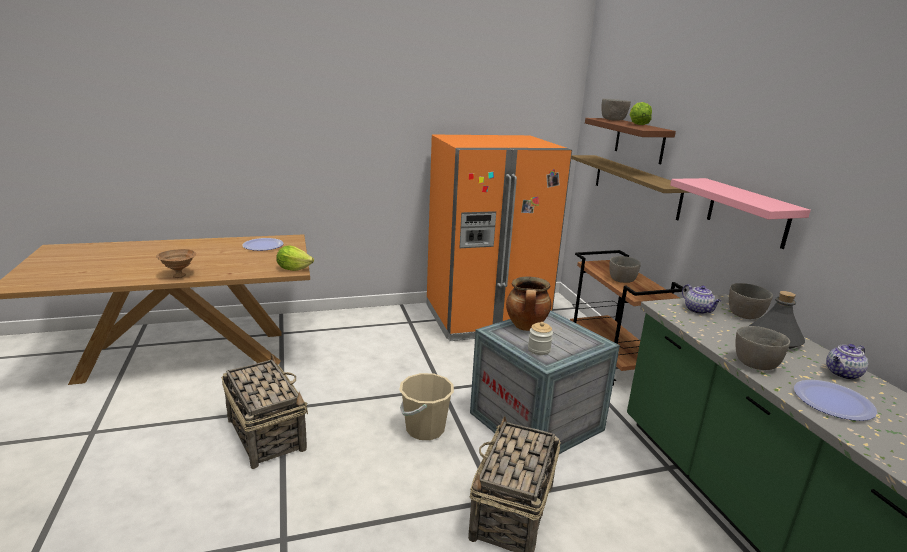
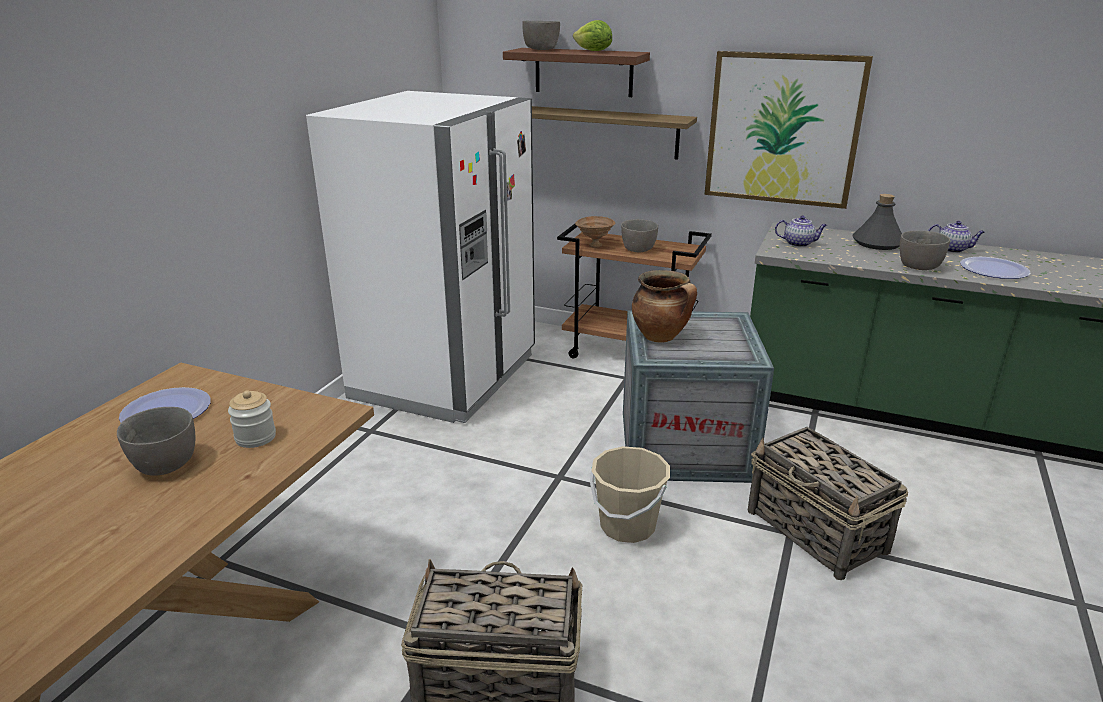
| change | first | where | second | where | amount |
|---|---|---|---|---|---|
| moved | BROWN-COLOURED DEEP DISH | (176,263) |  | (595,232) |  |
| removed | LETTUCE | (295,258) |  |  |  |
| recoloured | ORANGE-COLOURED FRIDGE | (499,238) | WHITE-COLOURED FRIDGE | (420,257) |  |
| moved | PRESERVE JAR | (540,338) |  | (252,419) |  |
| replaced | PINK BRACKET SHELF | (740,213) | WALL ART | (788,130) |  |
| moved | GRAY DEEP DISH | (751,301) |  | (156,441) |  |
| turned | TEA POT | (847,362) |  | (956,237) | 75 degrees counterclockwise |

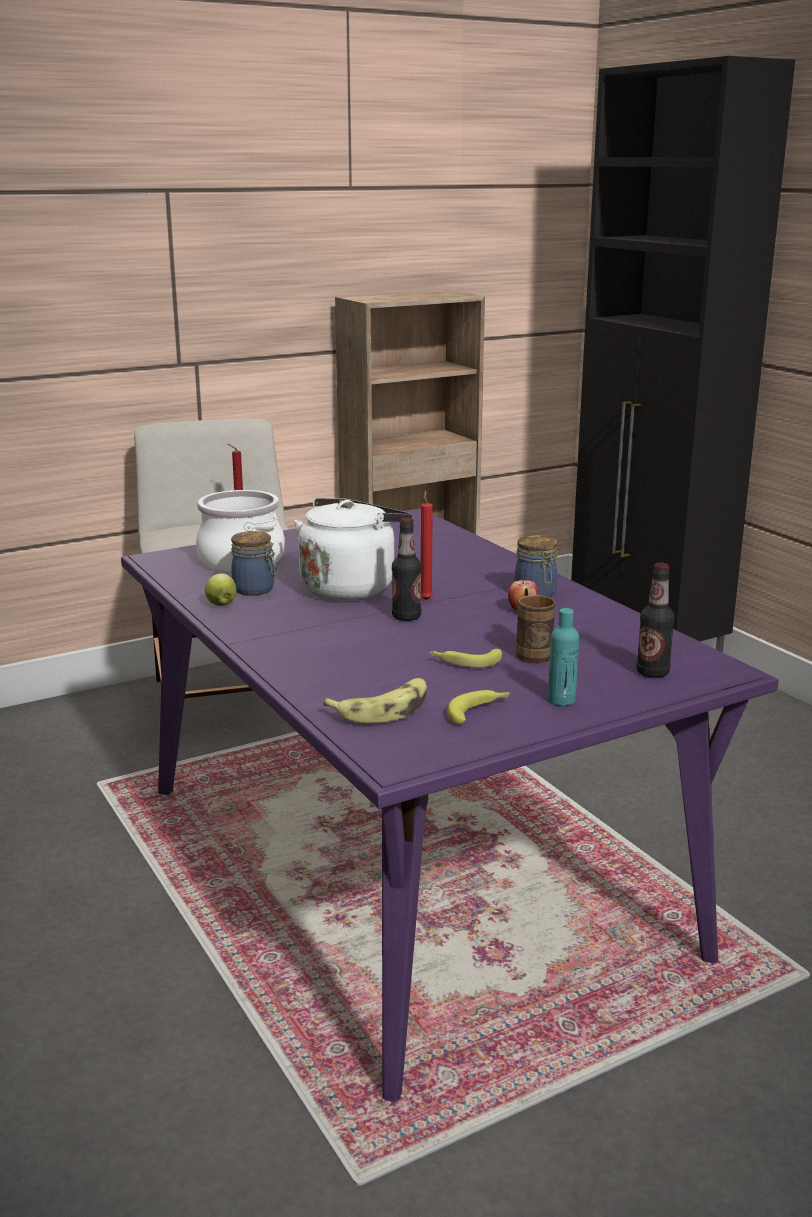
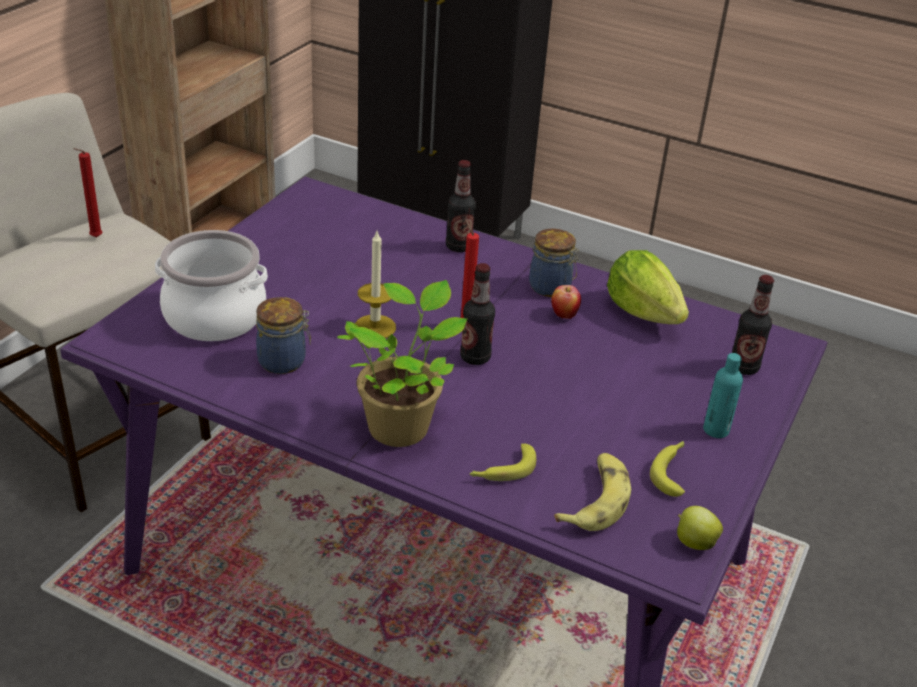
| change | first | where | second | where | amount |
|---|---|---|---|---|---|
| moved | APPLE FRUIT | (221,589) |  | (700,528) |  |
| replaced | WHITE-COLOURED WATER KETTLE | (353,549) | WAX LIGHT | (375,284) |  |
| moved | BANANA FRUIT | (466,658) |  | (502,462) |  |
| removed | BROWN-COLOURED TEA MUG | (536,625) |  |  |  |
| added |  |  | PLANT IN A POT | (402,363) |  |
| added |  |  | DRINK BOTTLE | (461,206) |  |
| added |  |  | LETTUCE | (648,287) |  |

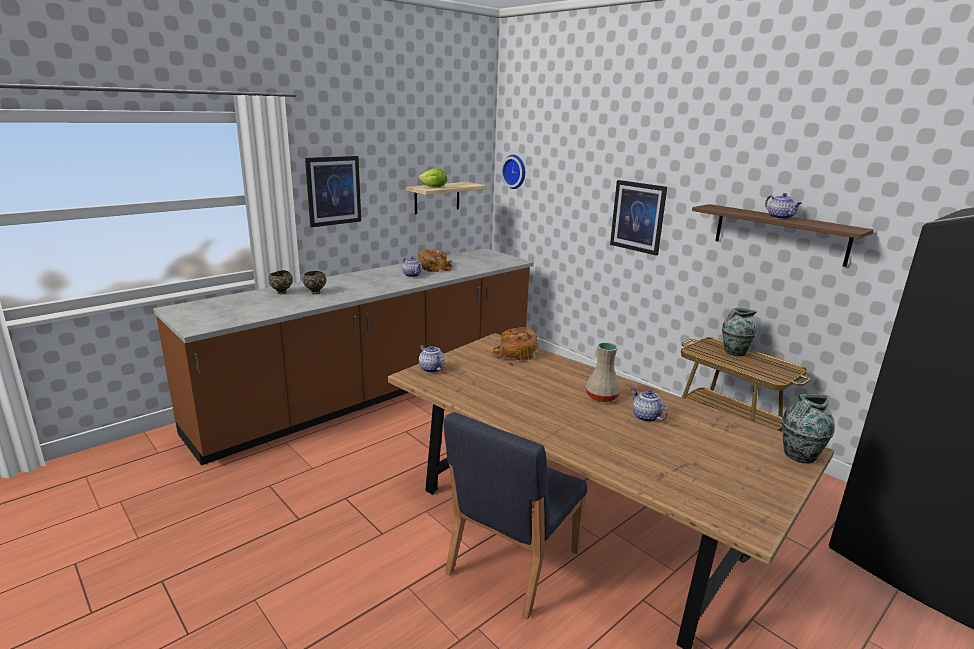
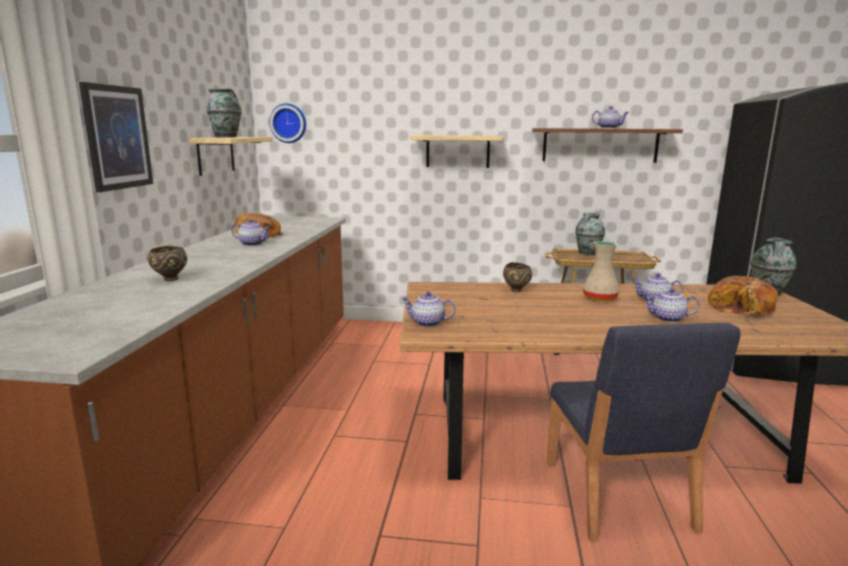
| change | first | where | second | where | amount |
|---|---|---|---|---|---|
| moved | BROWN-COLOURED DEEP DISH | (280,282) |  | (517,277) |  |
| replaced | LETTUCE | (433,177) | FLOWER VASE | (224,113) |  |
| moved | BAKERY BREAD | (514,344) |  | (743,296) |  |
| replaced | WALL ART | (638,218) | BRACKET SHELF | (456,151) |  |
| added |  |  | TEA POT | (671,305) |  |

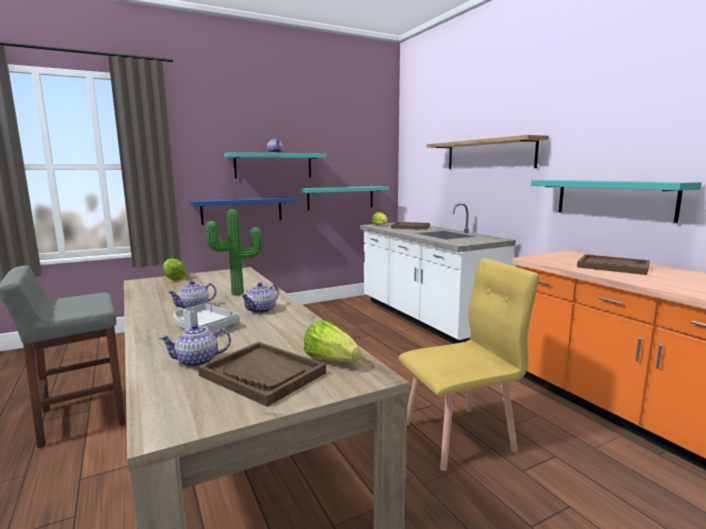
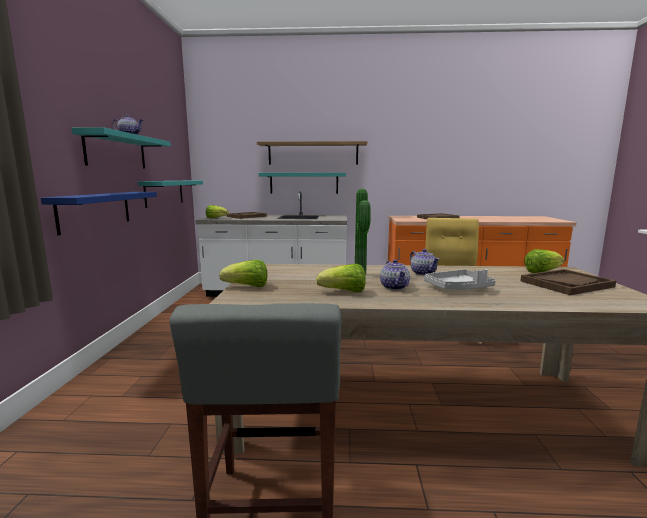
| change | first | where | second | where | amount |
|---|---|---|---|---|---|
| removed | TEA POT | (195,345) |  |  |  |
| moved | TURQUOISE-COLOURED BRACKET SHELF | (616,201) |  | (302,183) |  |
| added |  |  | LETTUCE | (341,278) |  |

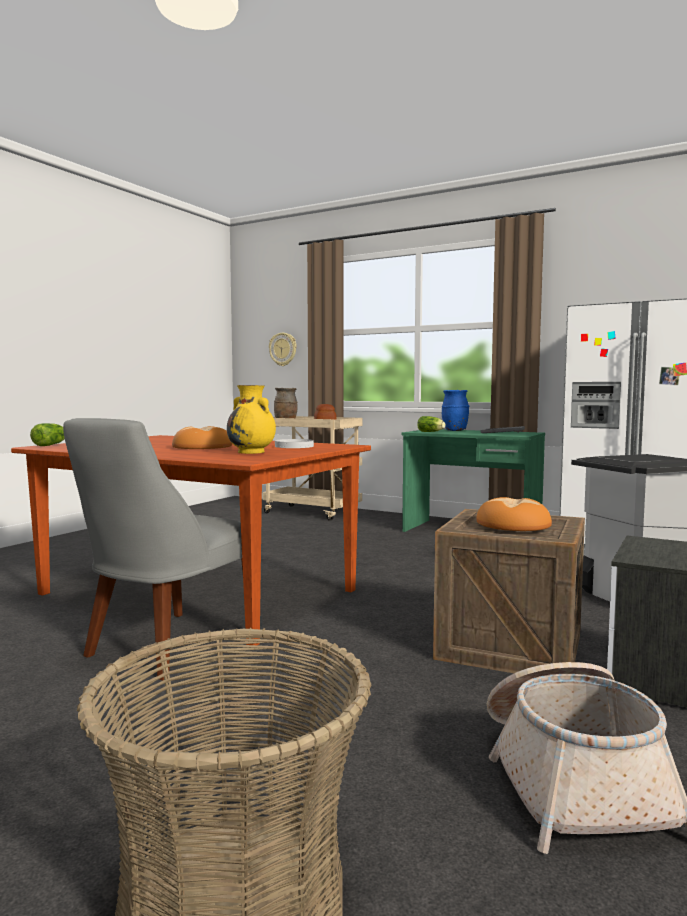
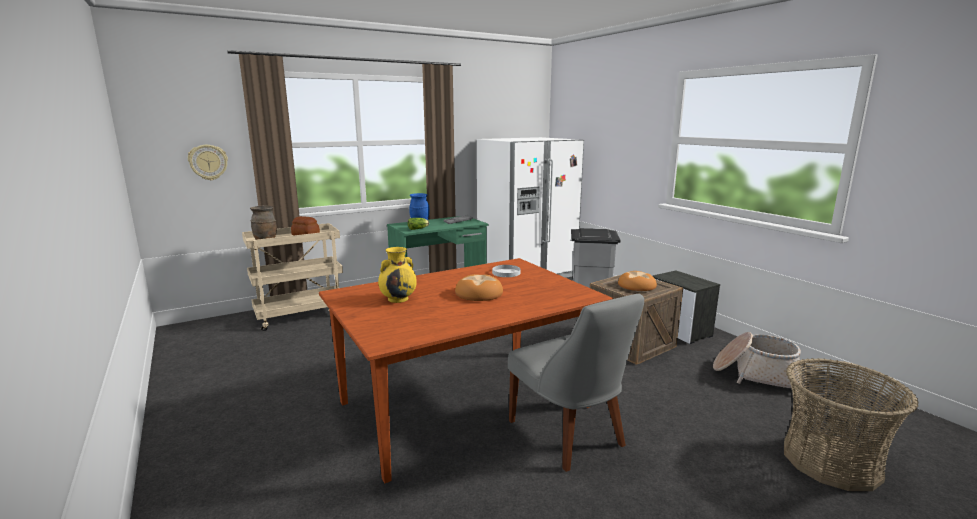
| change | first | where | second | where | amount |
|---|---|---|---|---|---|
| removed | LETTUCE | (47,434) |  |  |  |
| moved | YELLOW FLOWER VASE | (251,419) |  | (397,275) |  |

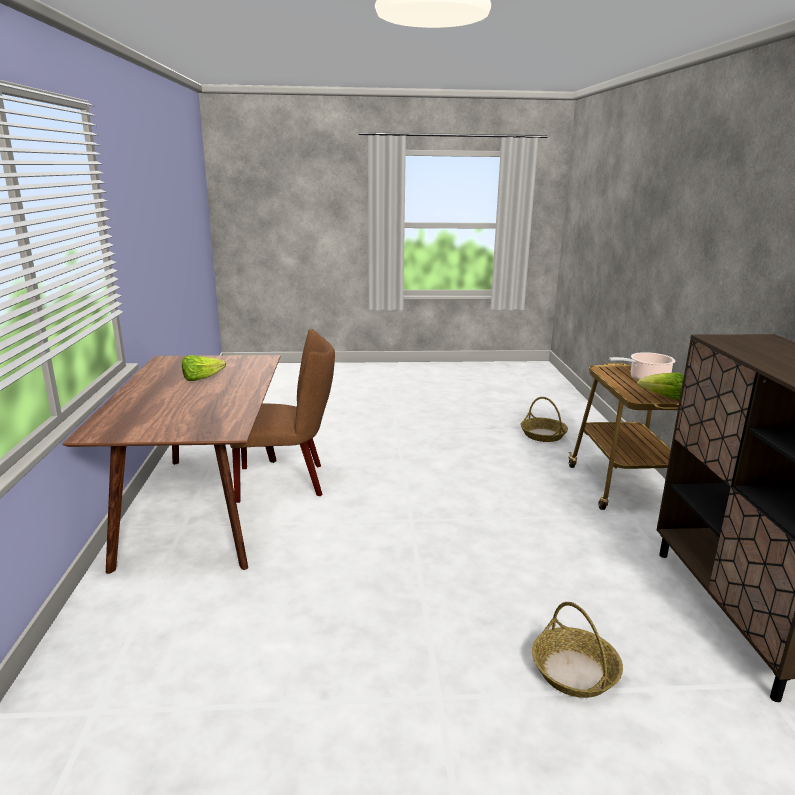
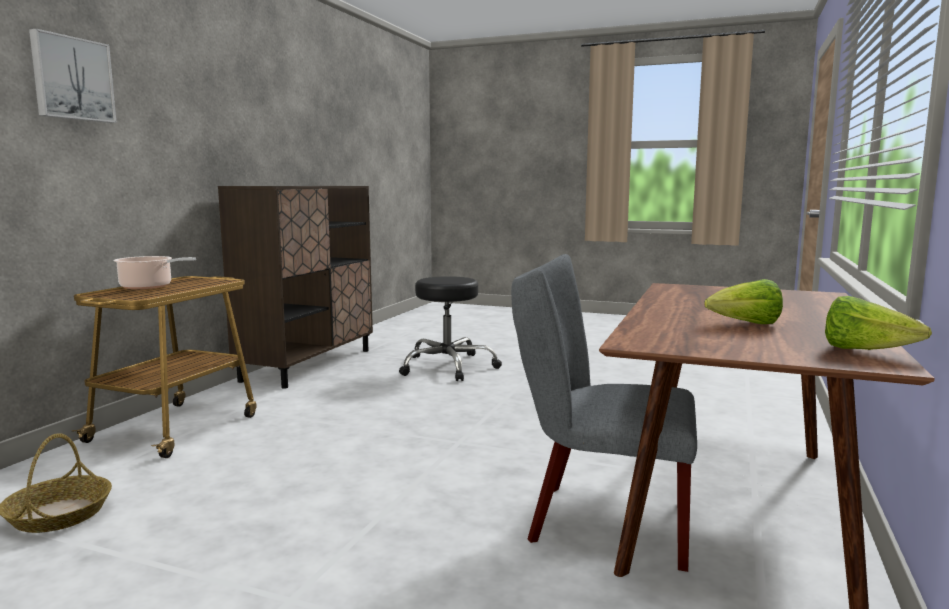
| change | first | where | second | where | amount |
|---|---|---|---|---|---|
| recoloured | BROWN-COLOURED CHAIR | (282,416) | GRAY CHAIR | (604,413) |  |
| replaced | HOUSEHOLD BASKET | (577,650) | BLACK STOOL | (450,328) |  |
| moved | LETTUCE | (660,386) |  | (878,323) |  |
| added |  |  | WALL ART | (73,76) |  |

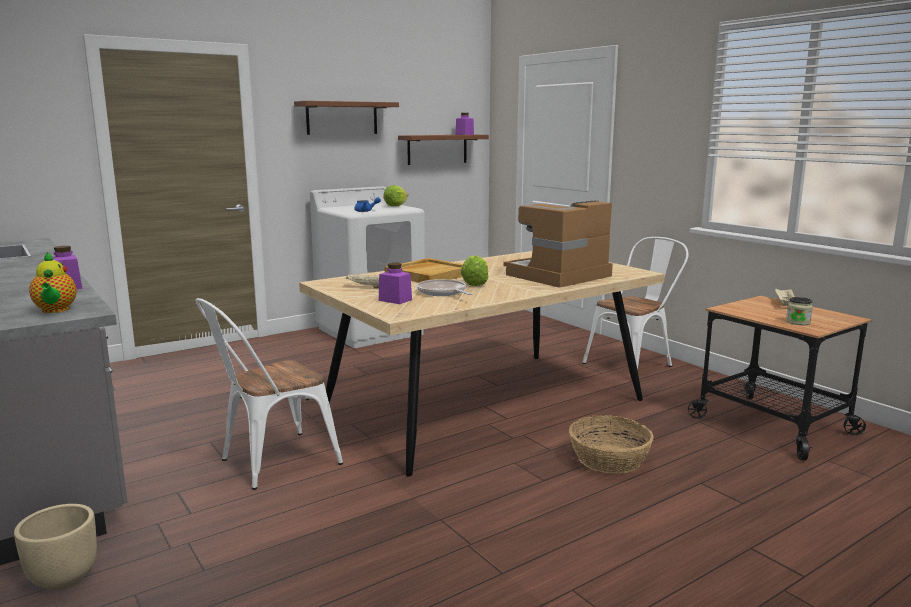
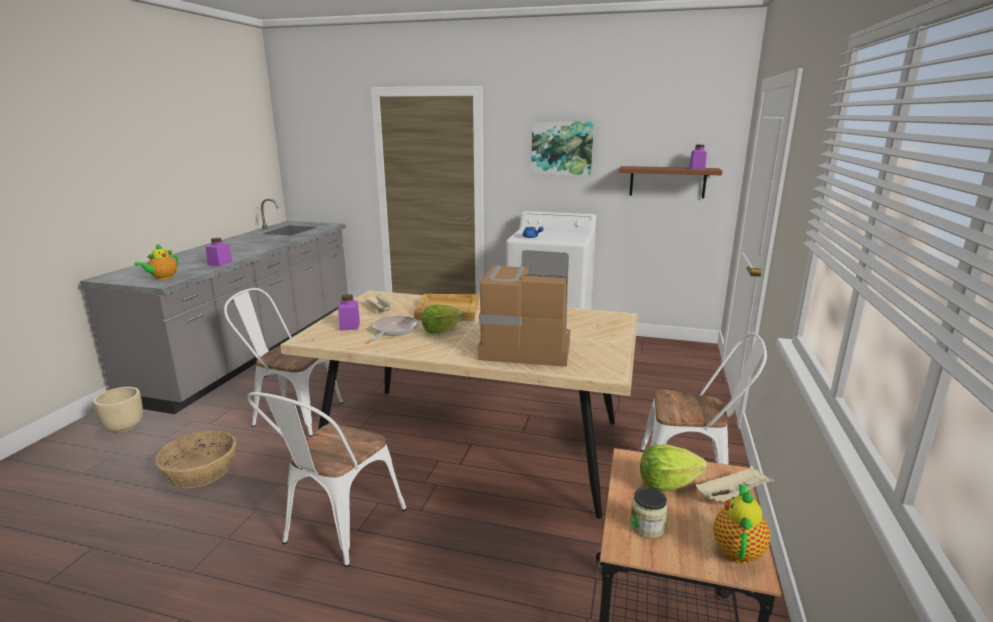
| change | first | where | second | where | amount |
|---|---|---|---|---|---|
| replaced | BROWN-COLOURED BRACKET SHELF | (346,118) | WALL ART | (562,148) |  |
| moved | LETTUCE | (395,195) |  | (673,468) |  |
| moved | HOUSEHOLD BASKET | (611,444) |  | (195,459) |  |
| added |  |  | WHITE-COLOURED CHAIR | (326,479) |  |
| added |  |  | TEA POT | (741,524) |  |

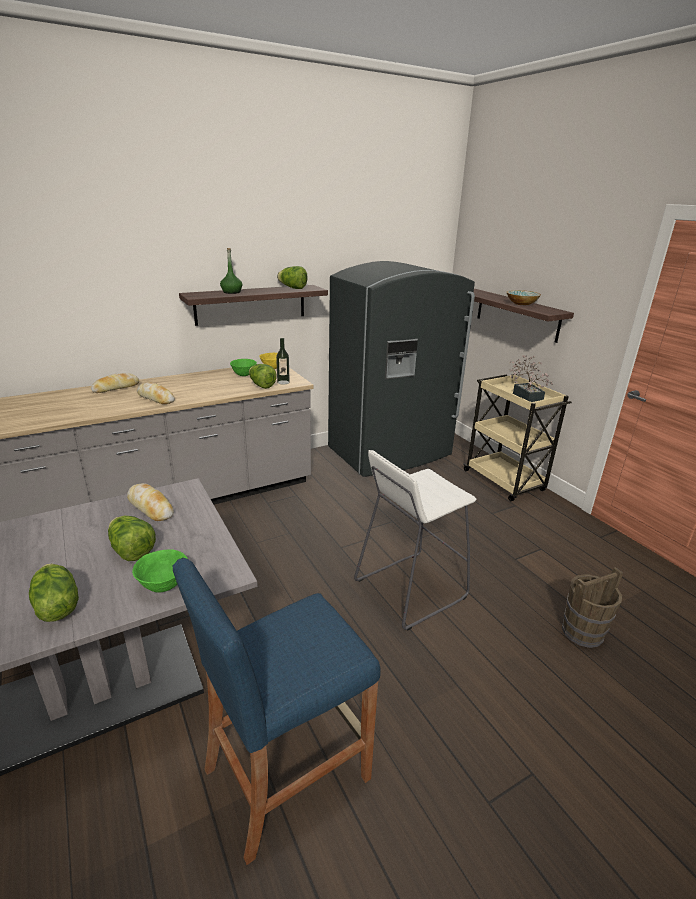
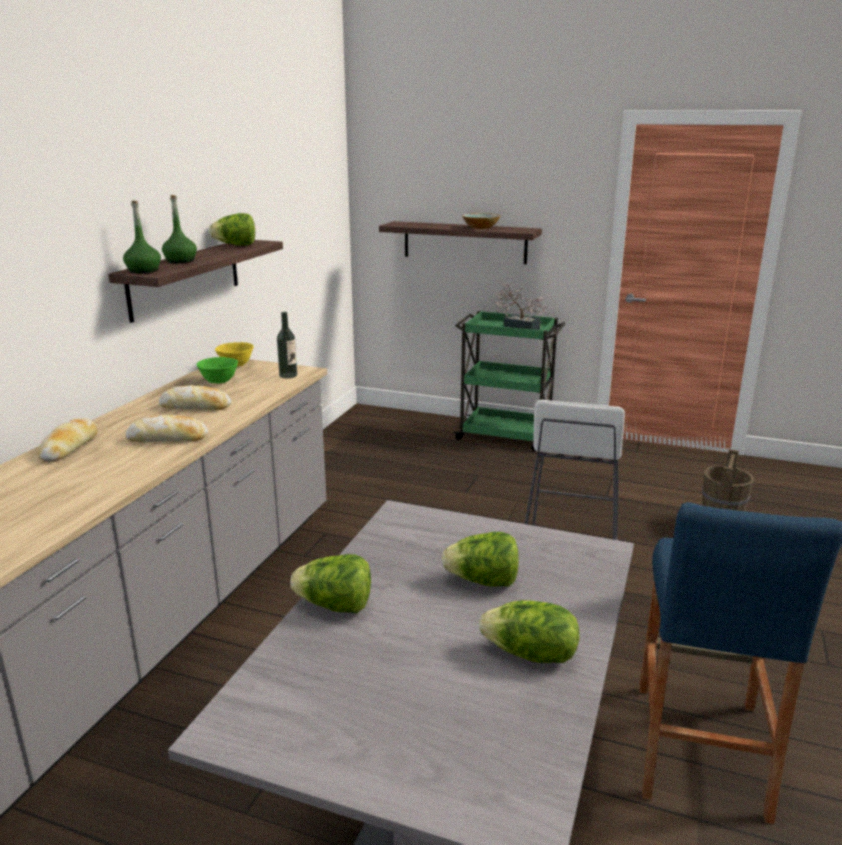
| change | first | where | second | where | amount |
|---|---|---|---|---|---|
| moved | BAKERY BREAD | (150,502) |  | (195,397) |  |
| removed | GREENISH DEEP DISH | (160,571) |  |  |  |
| moved | LETTUCE | (263,376) |  | (330,583) |  |
| removed | GRAY FRIDGE | (401,369) |  |  |  |
| recoloured | SAND-COLOURED TROLLEY | (517,437) | GREENISH TROLLEY | (509,381) |  |
| added |  |  | GREENISH DRINK BOTTLE | (142,237) |  |

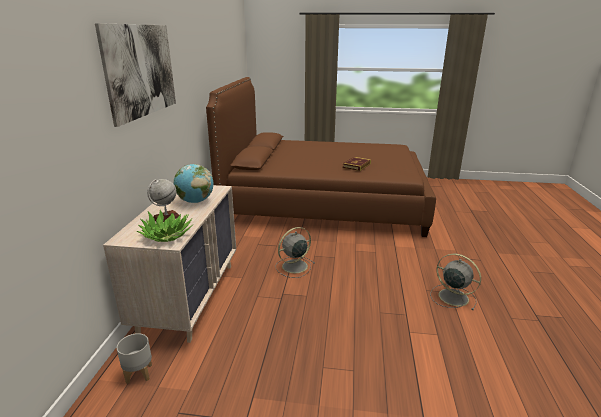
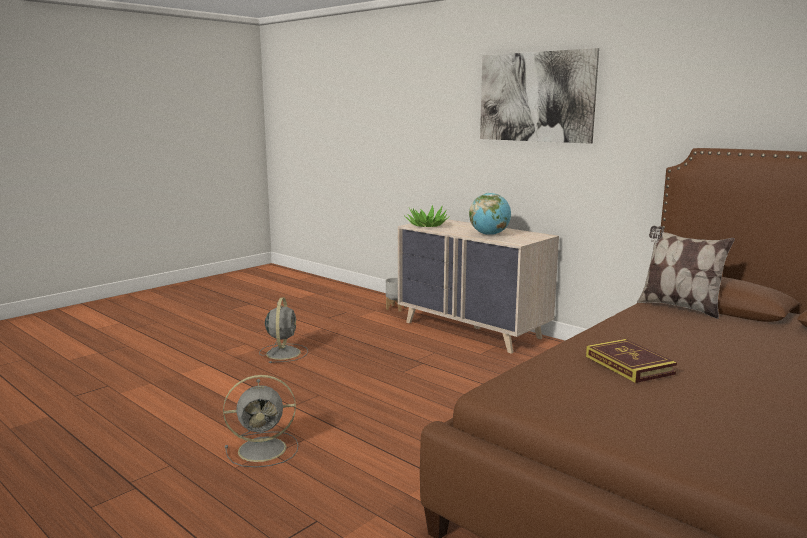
| change | first | where | second | where | amount |
|---|---|---|---|---|---|
| removed | WORLD GLOBE | (163,200) |  |  |  |
| moved | GRAY ELECTRIC FAN | (295,252) |  | (283,330) |  |
| added |  |  | PILLOW | (686,272) |  |

